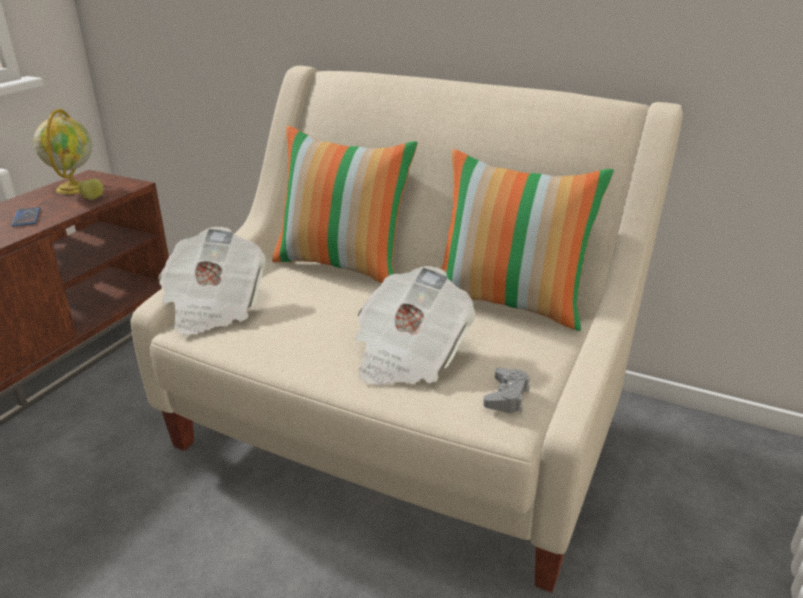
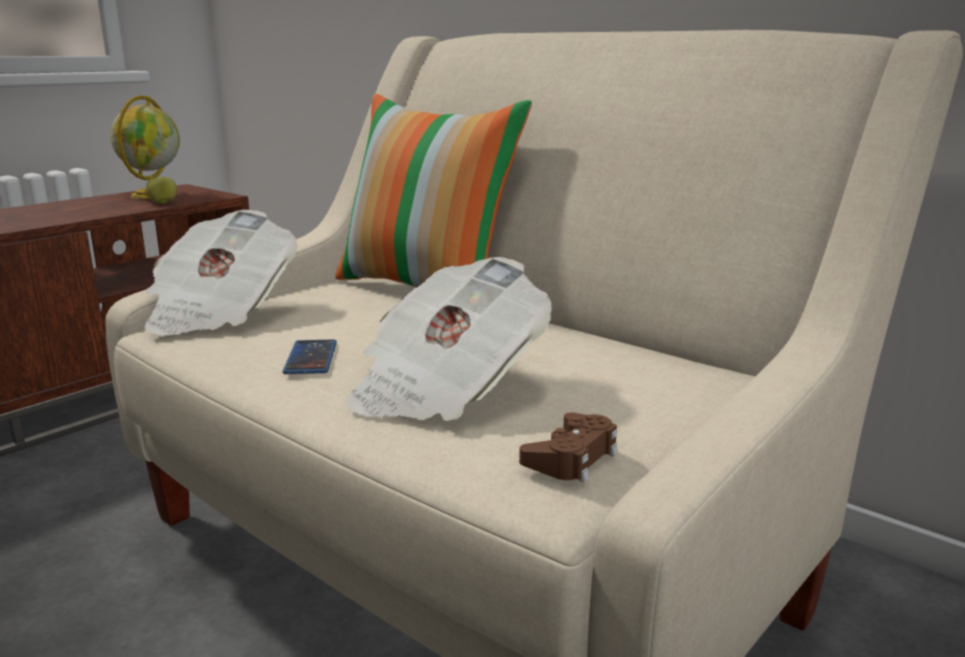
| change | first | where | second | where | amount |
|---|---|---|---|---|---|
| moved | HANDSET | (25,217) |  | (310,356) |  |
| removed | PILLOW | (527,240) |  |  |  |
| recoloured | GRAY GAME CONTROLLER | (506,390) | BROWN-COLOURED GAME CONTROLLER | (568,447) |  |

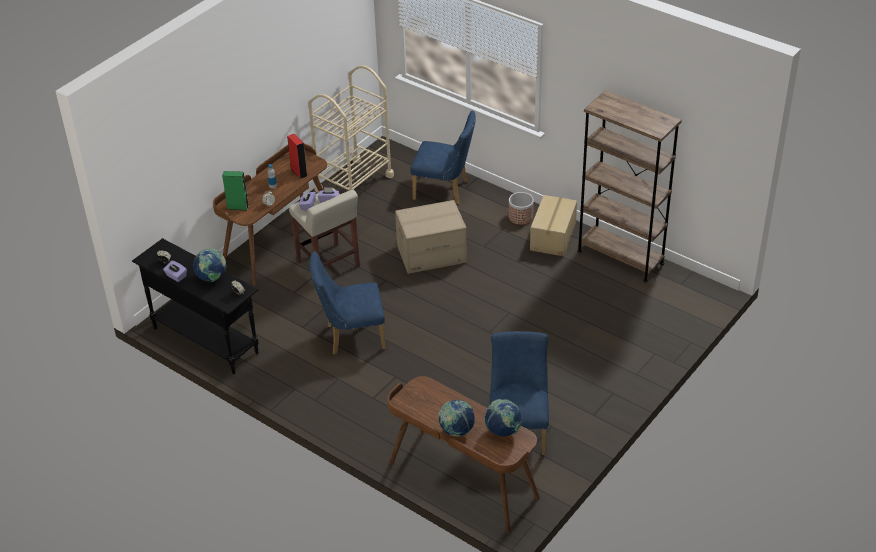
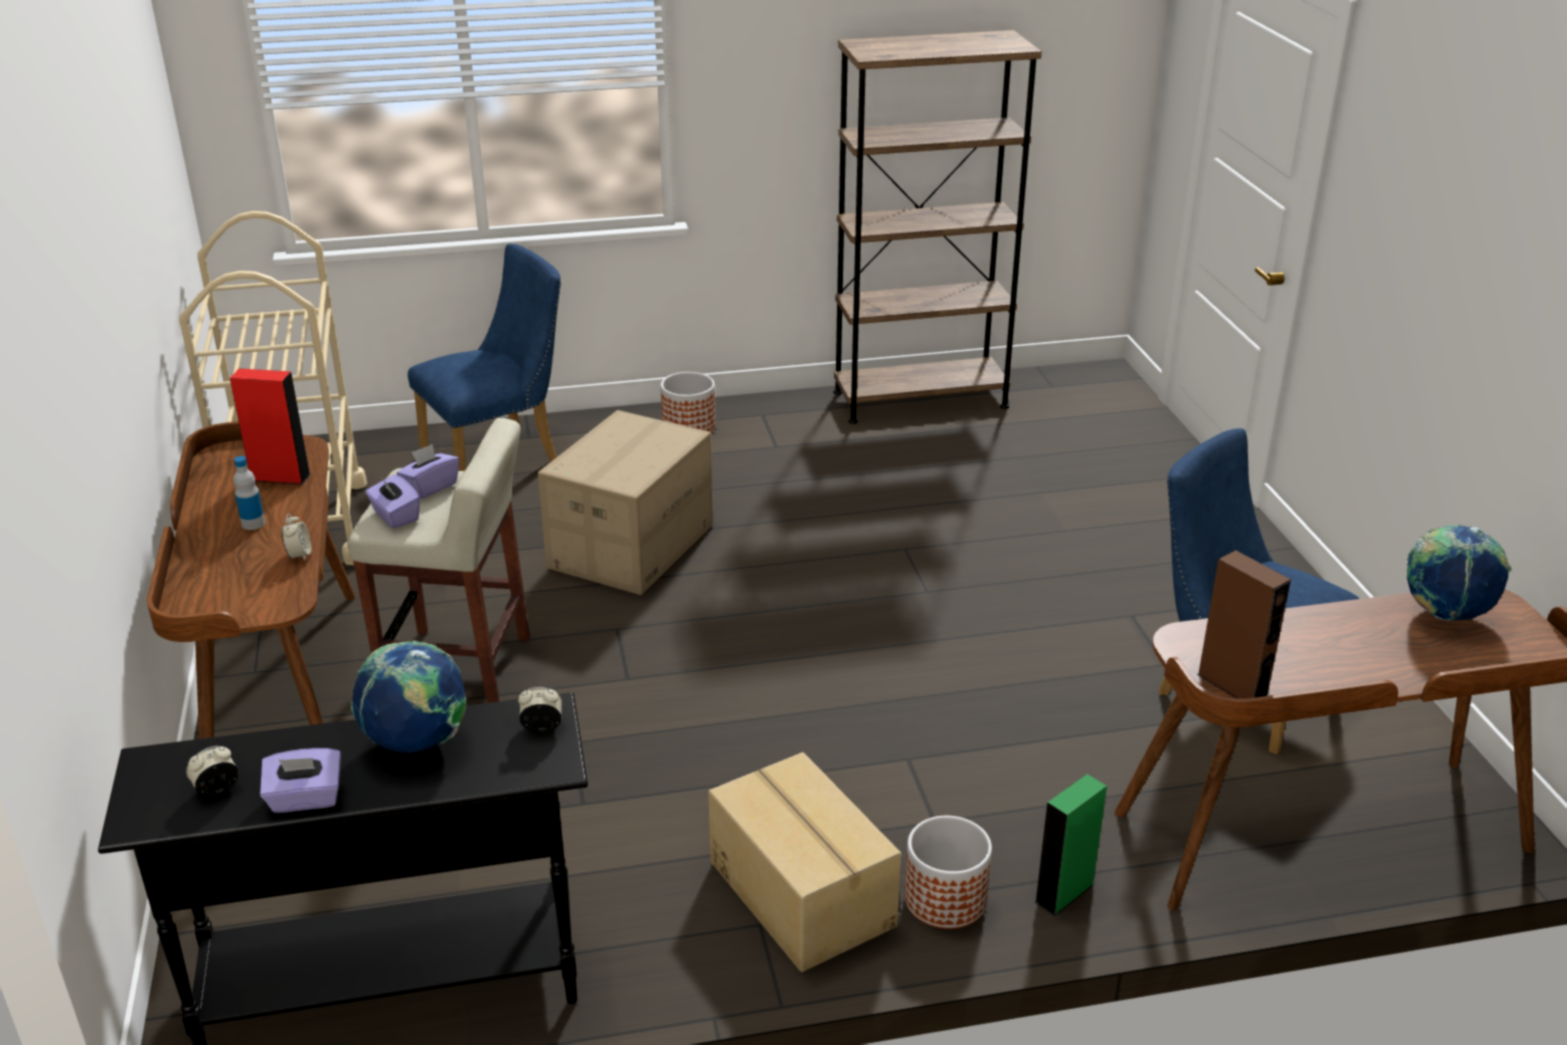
| change | first | where | second | where | amount |
|---|---|---|---|---|---|
| moved | GREENISH AUDIO SPEAKER | (235,190) |  | (1071,845) |  |
| removed | BLUE CHAIR | (348,303) |  |  |  |
| removed | WORLD GLOBE | (456,418) |  |  |  |
| moved | CARTON | (553,225) |  | (805,862) |  |
| added |  |  | FLOWER POT | (948,872) |  |
| added |  |  | BROWN-COLOURED AUDIO SPEAKER | (1244,624) |  |

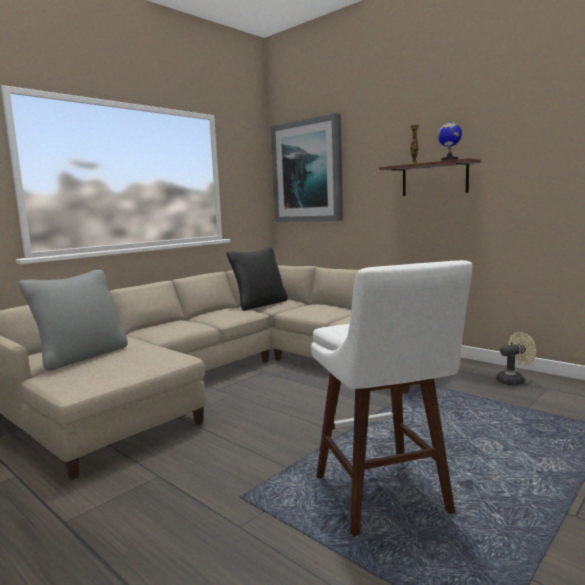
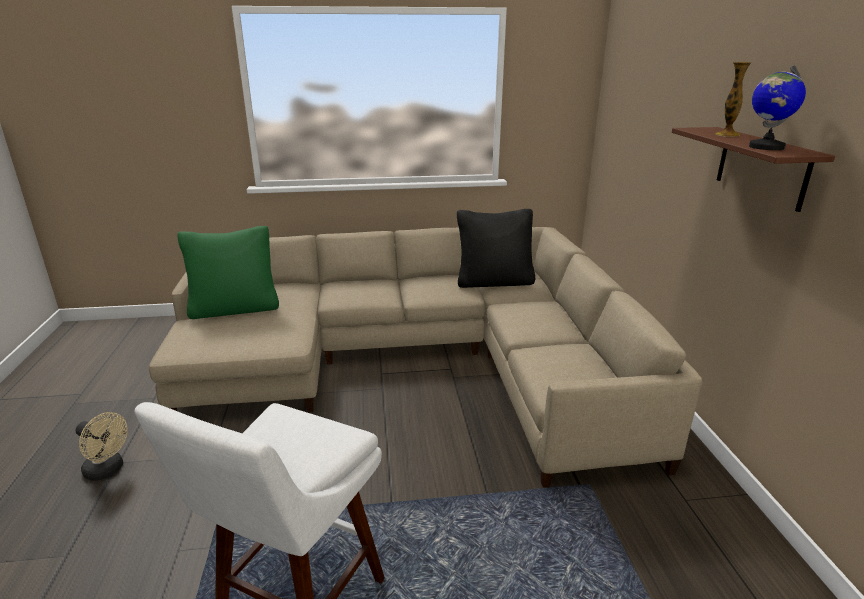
| change | first | where | second | where | amount |
|---|---|---|---|---|---|
| recoloured | GRAY PILLOW | (73,320) | GREENISH PILLOW | (228,272) |  |
| removed | WALL ART | (307,167) |  |  |  |
| moved | SAND-COLOURED ELECTRIC FAN | (516,358) |  | (102,446) |  |

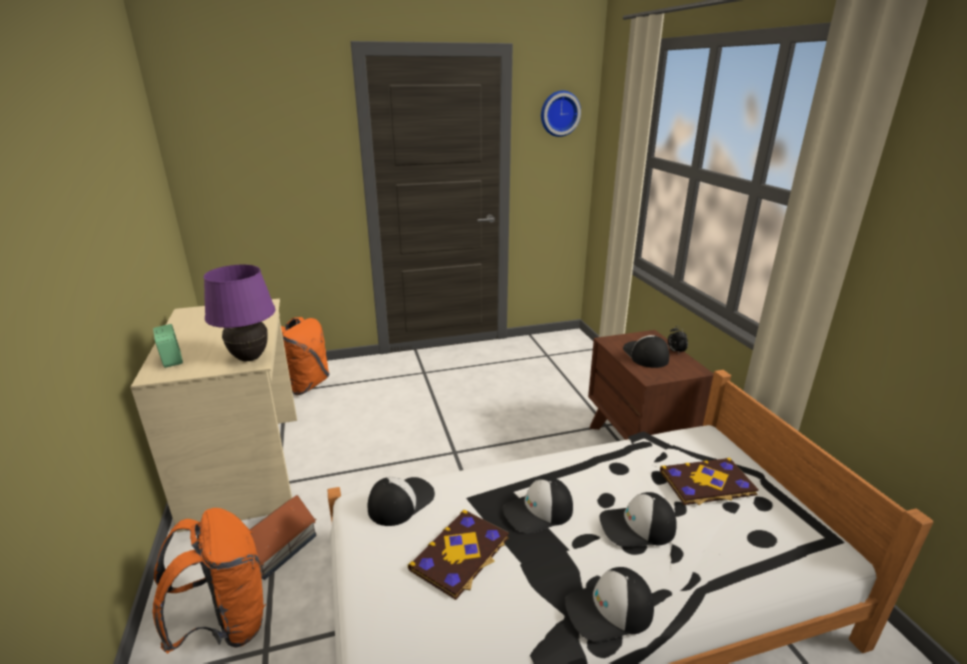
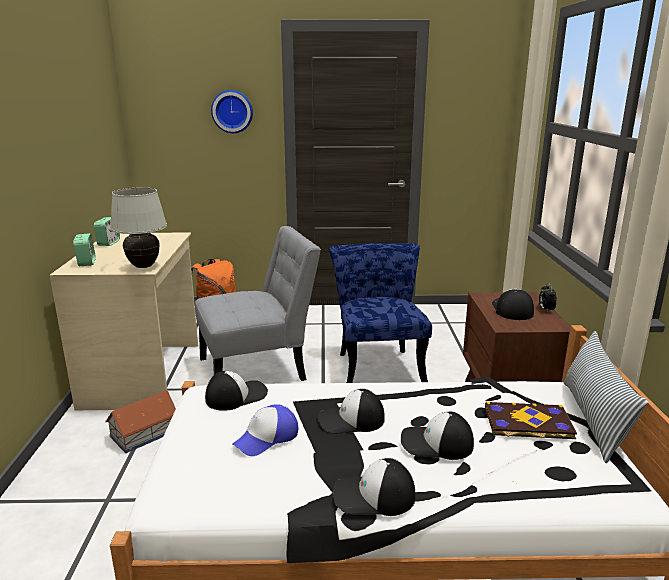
| change | first | where | second | where | amount |
|---|---|---|---|---|---|
| removed | ORANGE-COLOURED BACKPACK | (209,581) |  |  |  |
| recoloured | PURPLE-COLOURED LAMP FOR A TABLE | (240,313) | WHITE-COLOURED LAMP FOR A TABLE | (138,227) |  |
| replaced | VOLUME | (458,555) | CAP | (265,430) |  |
| moved | CLOCK ON THE WALL | (561,113) |  | (232,111) |  |
| added |  |  | BEDSIDE CLOCK | (107,231) |  |
| added |  |  | GRAY CHAIR | (258,303) |  |
| added |  |  | BLUE CHAIR | (380,313) |  |
| added |  |  | PILLOW | (606,397) |  |

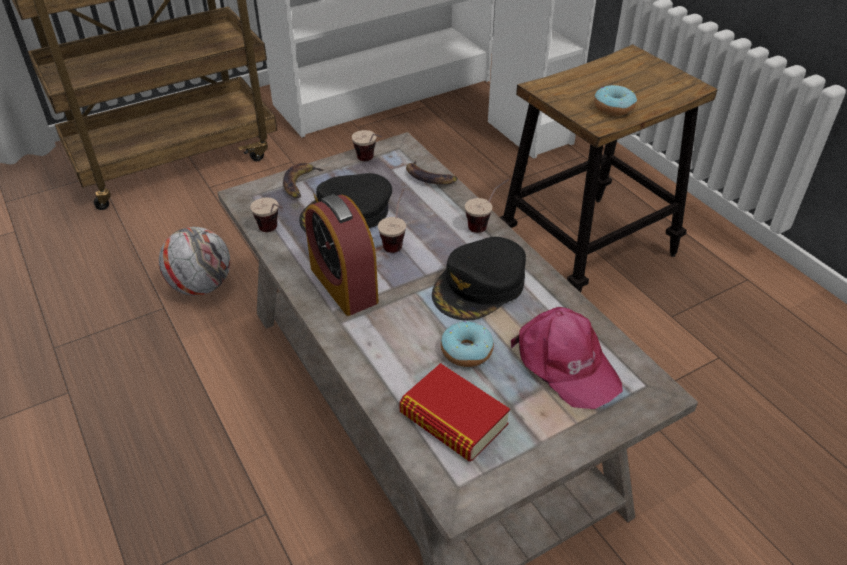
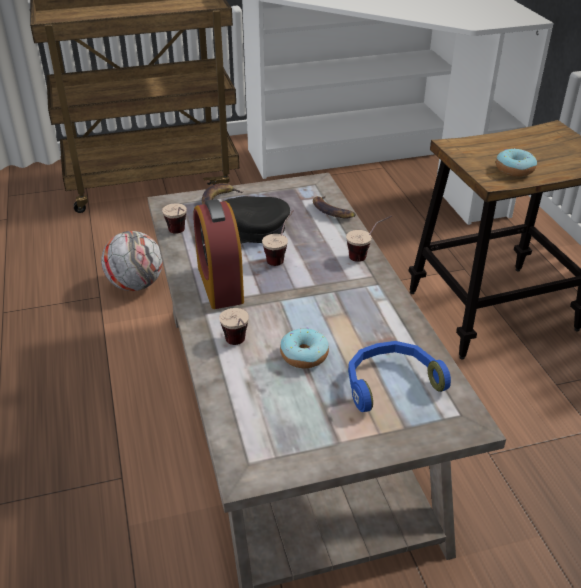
| change | first | where | second | where | amount |
|---|---|---|---|---|---|
| moved | SMALL CUP | (367,145) |  | (234,326) |  |
| removed | VOLUME | (454,412) |  |  |  |
| removed | BLACK CAP | (479,279) |  |  |  |
| replaced | PINK CAP | (567,358) | BLUE PAIR OF HEADPHONES | (399,376) |  |

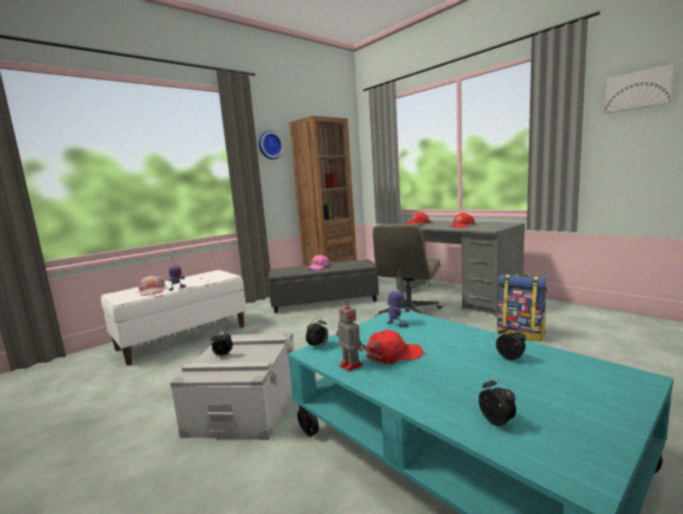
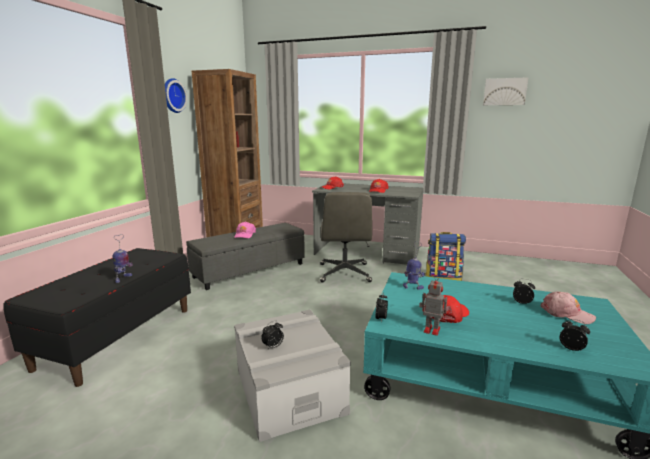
| change | first | where | second | where | amount |
|---|---|---|---|---|---|
| recoloured | WHITE-COLOURED BENCH | (173,317) | BLACK BENCH | (97,317) |  |
| moved | PINK CAP | (152,285) |  | (568,307) |  |

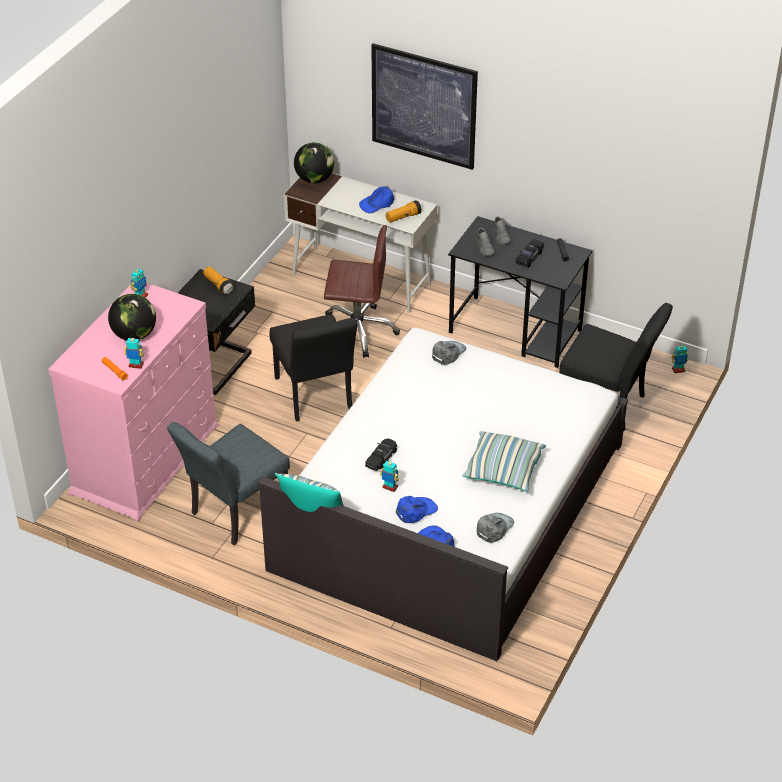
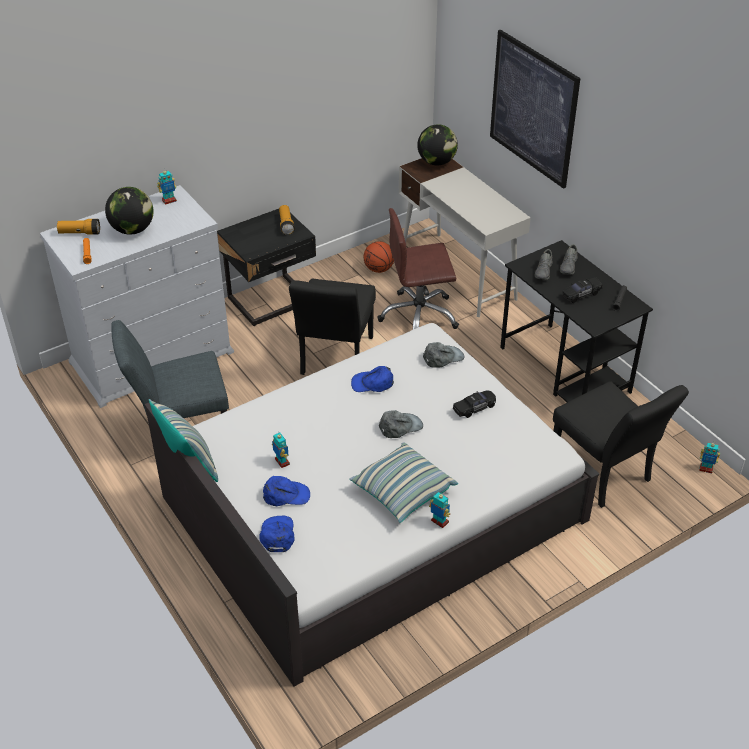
| change | first | where | second | where | amount |
|---|---|---|---|---|---|
| recoloured | PINK DRESSER | (133,402) | WHITE-COLOURED DRESSER | (137,296) |  |
| moved | TOY ROBOT | (134,352) |  | (439,510) |  |
| turned | BROWN-COLOURED COMPUTER CHAIR | (362,291) |  | (418,269) | 135 degrees clockwise |
| moved | BLUE CAP | (377,200) |  | (372,379) |  |
| moved | BLACK TOY CAR | (381,455) |  | (474,404) |  |
| moved | FLASHLIGHT | (404,211) |  | (78,227) |  |
| moved | GRAY CAP | (495,528) |  | (401,424) |  |
| added |  |  | BALL FOR BASKETBALL | (378,257) |  |

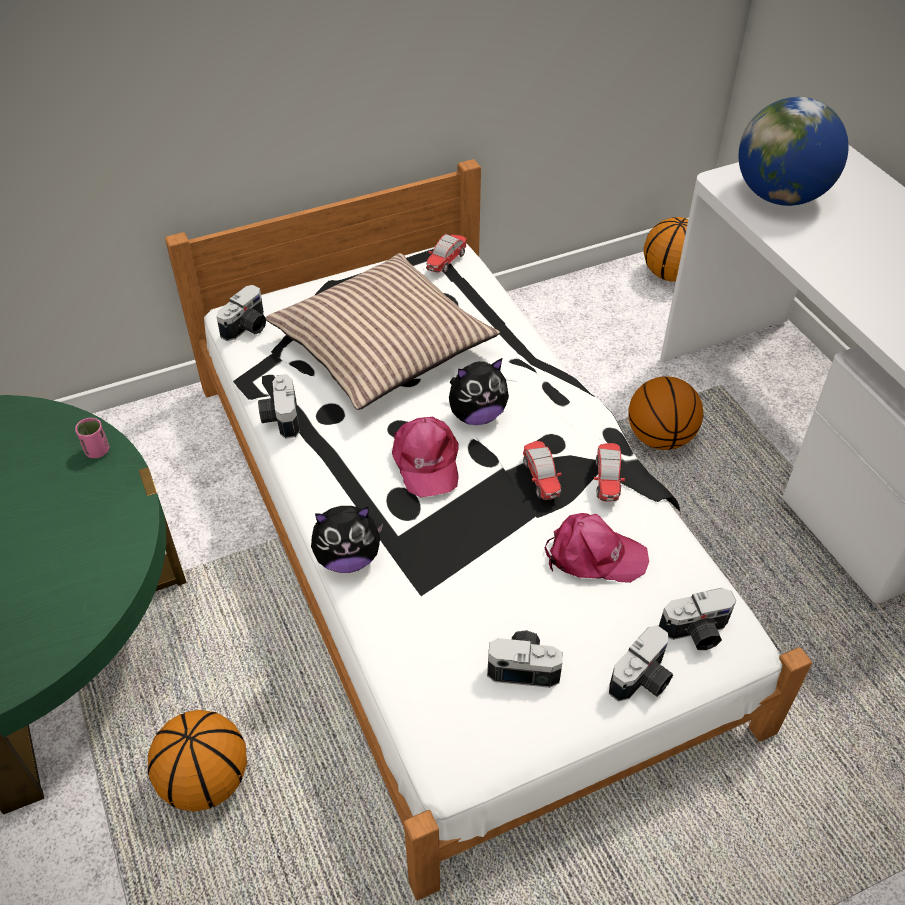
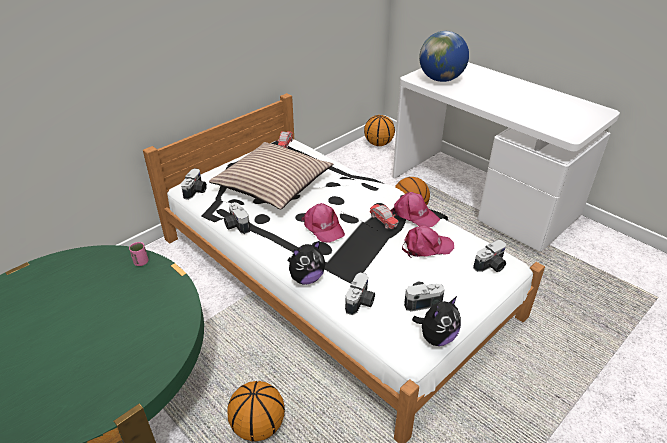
| change | first | where | second | where | amount |
|---|---|---|---|---|---|
| moved | CUDDLY TOY | (479,391) |  | (436,321) |  |
| replaced | TOY CAR | (609,472) | PINK CAP | (415,209) |  |
| moved | STILL CAMERA | (641,663) |  | (360,293) |  |

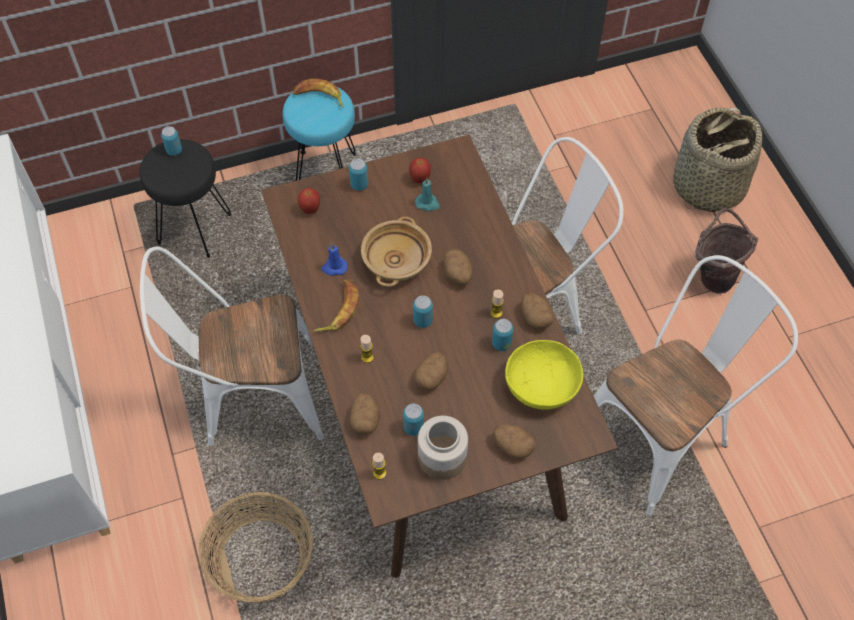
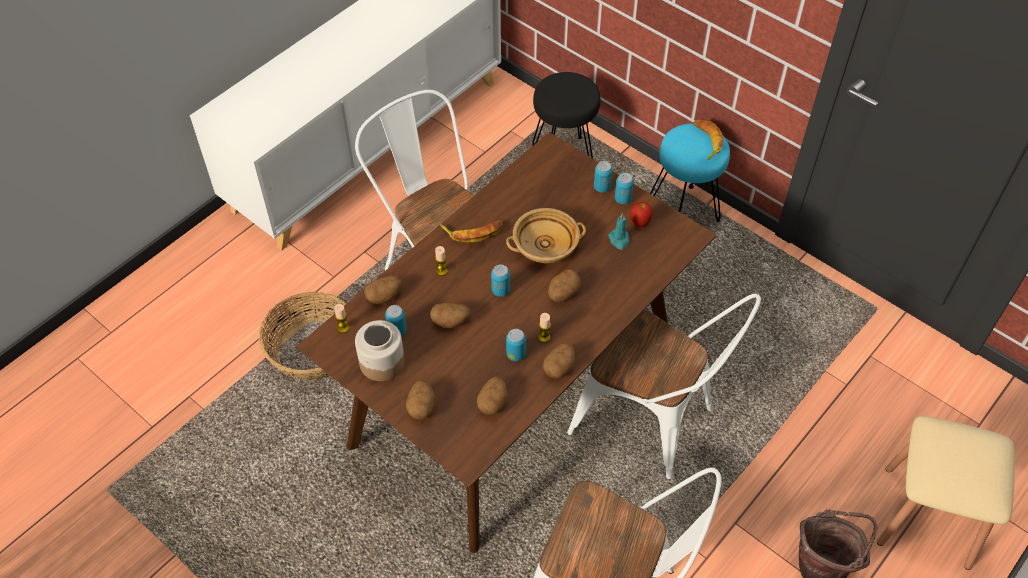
| change | first | where | second | where | amount |
|---|---|---|---|---|---|
| moved | CAN | (171,141) |  | (624,188) |  |
| removed | APPLE FRUIT | (309,201) |  |  |  |
| removed | BLUE WAX LIGHT | (334,259) |  |  |  |
| replaced | YELLOW DEEP DISH | (544,375) | POTATO | (492,395) |  |
| replaced | HOUSEHOLD BASKET | (717,159) | SAND-COLOURED STOOL | (946,493) |  |

